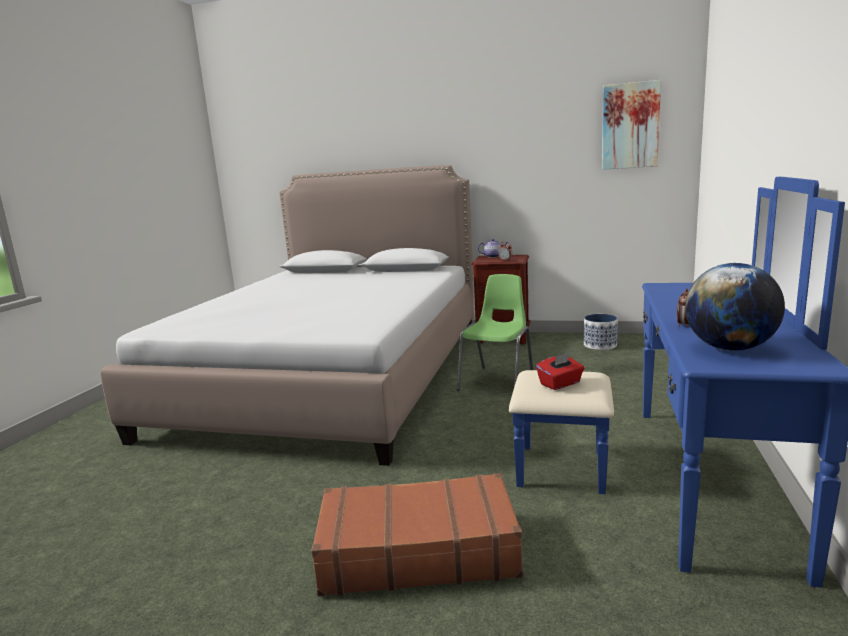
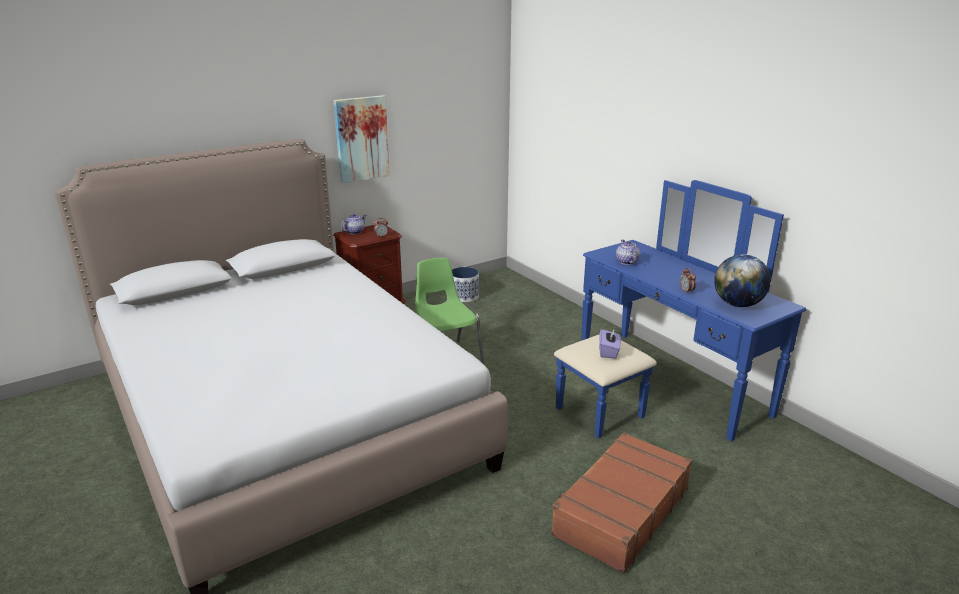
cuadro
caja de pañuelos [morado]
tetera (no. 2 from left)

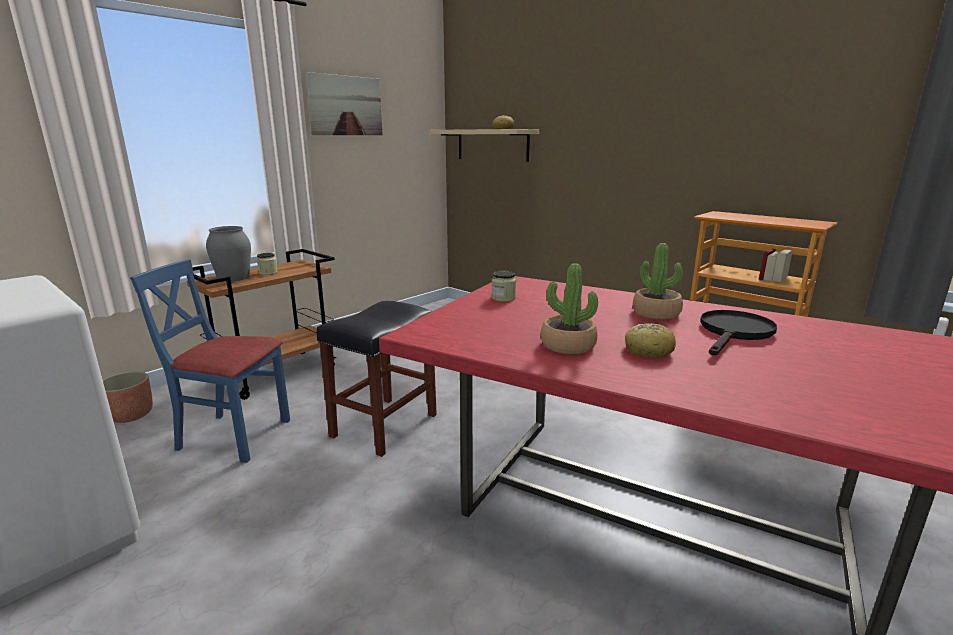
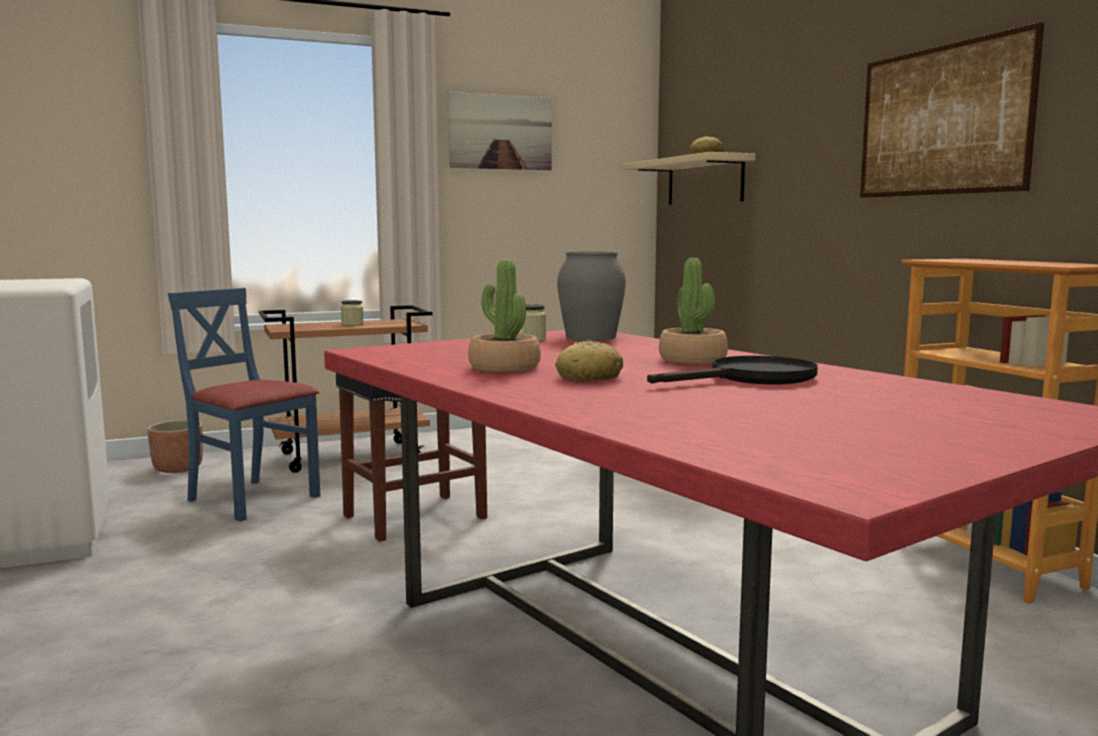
florero [gris]
cuadro (no. 2 from left)

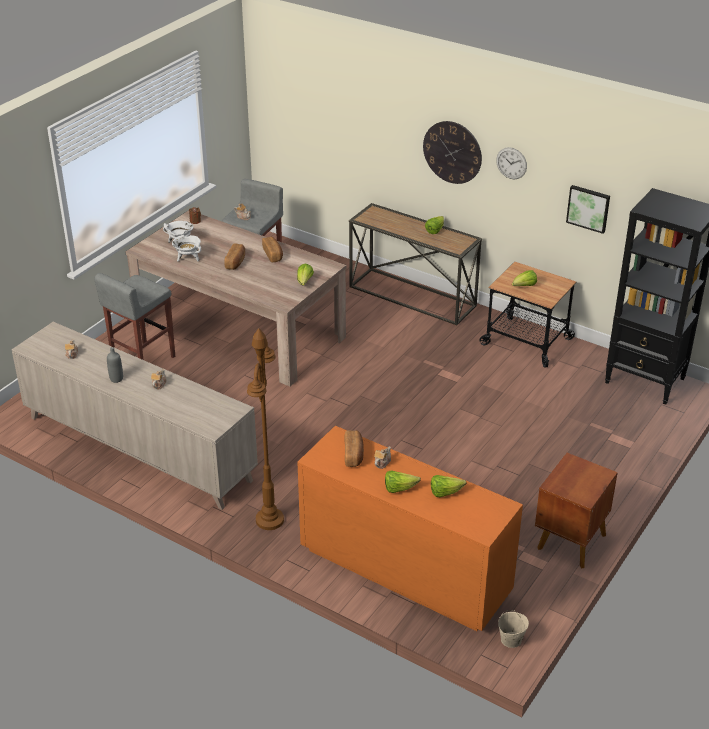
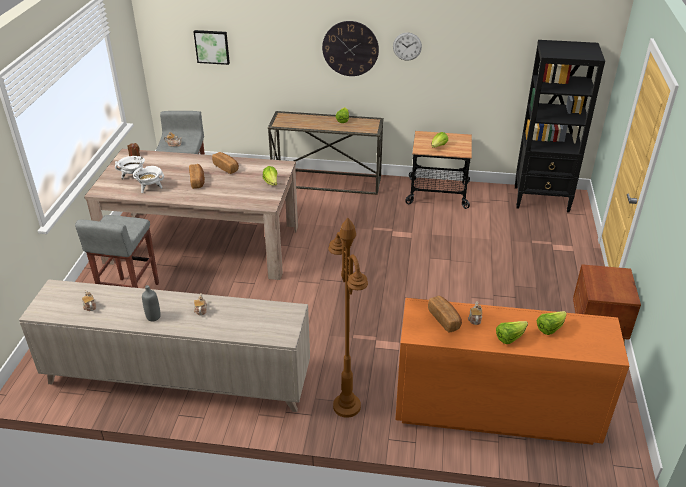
cuadro
cubo [beis]

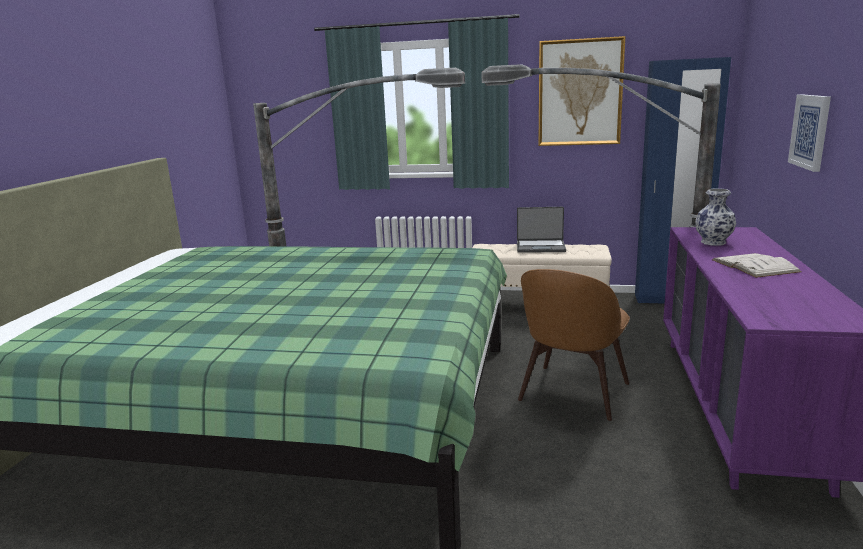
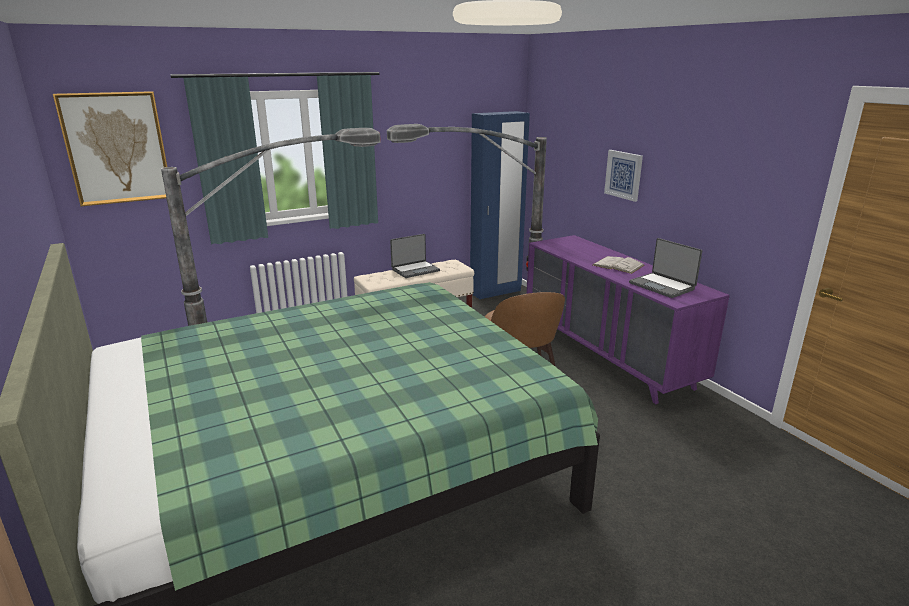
cuadro (no. 1 from left)
portátil (no. 2 from left)
florero

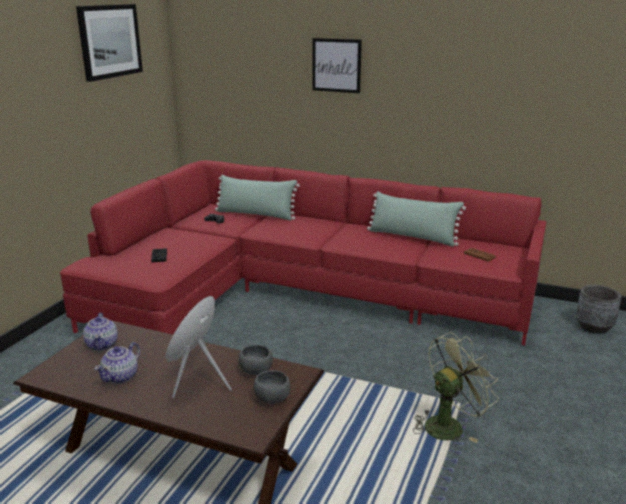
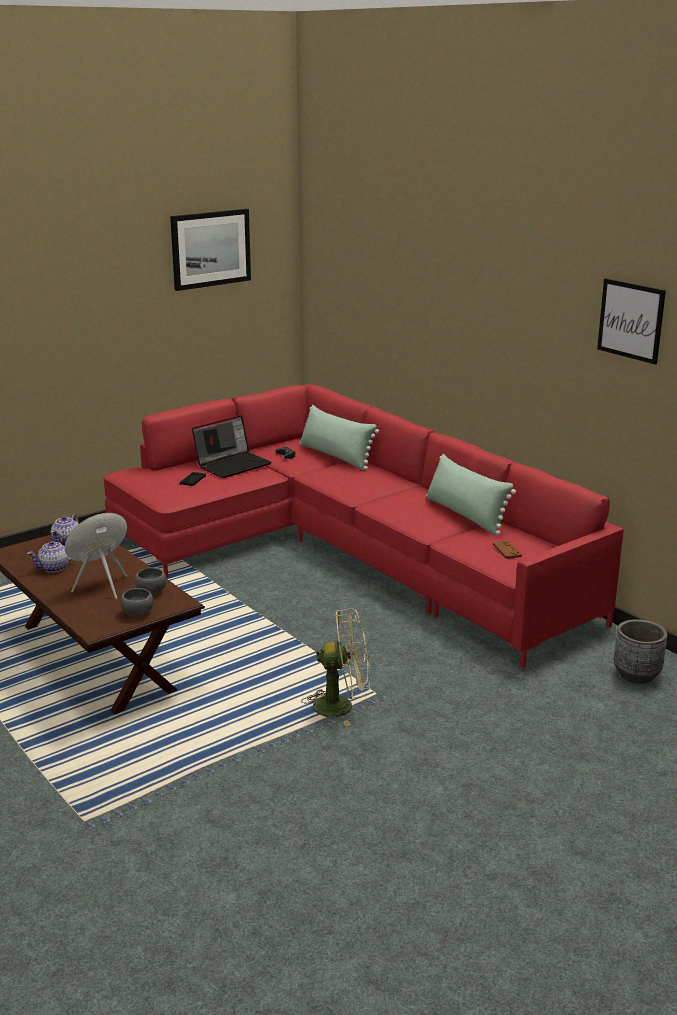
portátil
cuadro (no. 2 from left)

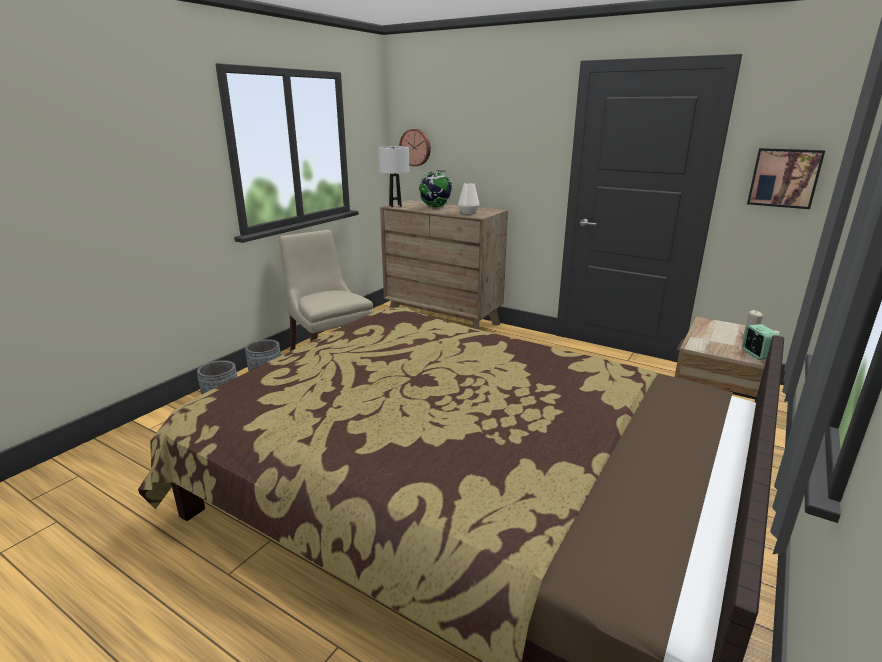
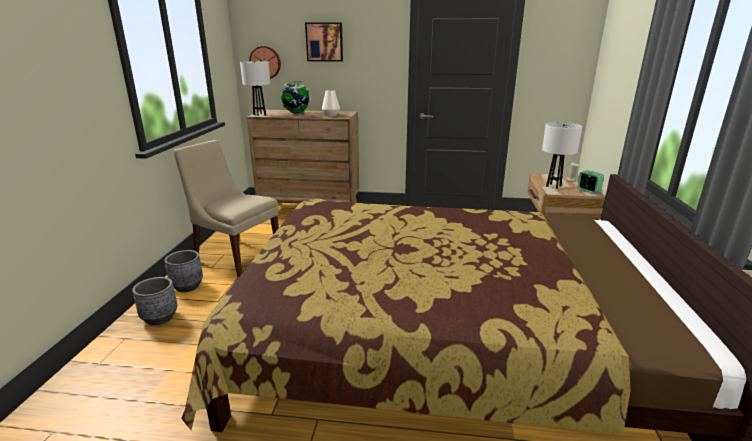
cuadro
lámpara de mesa [blanco] (no. 2 from left)

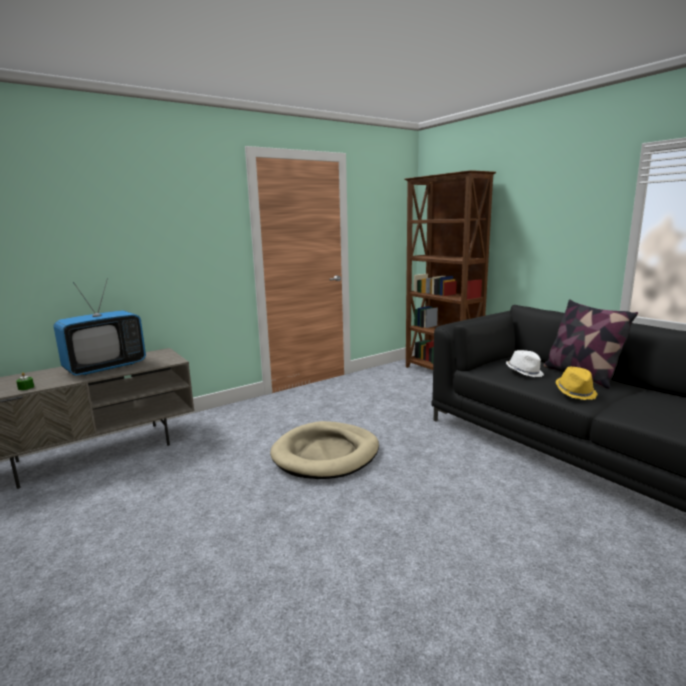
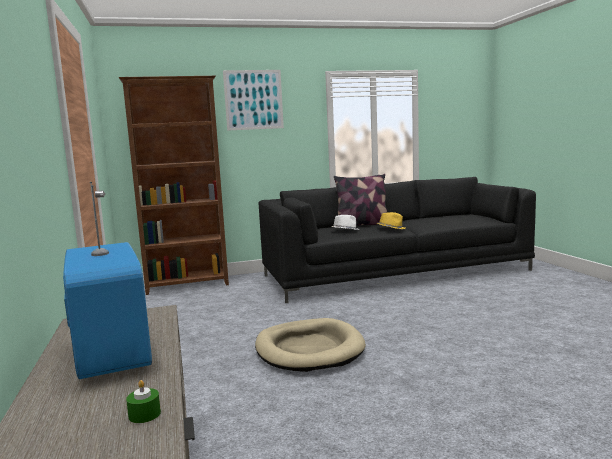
cuadro

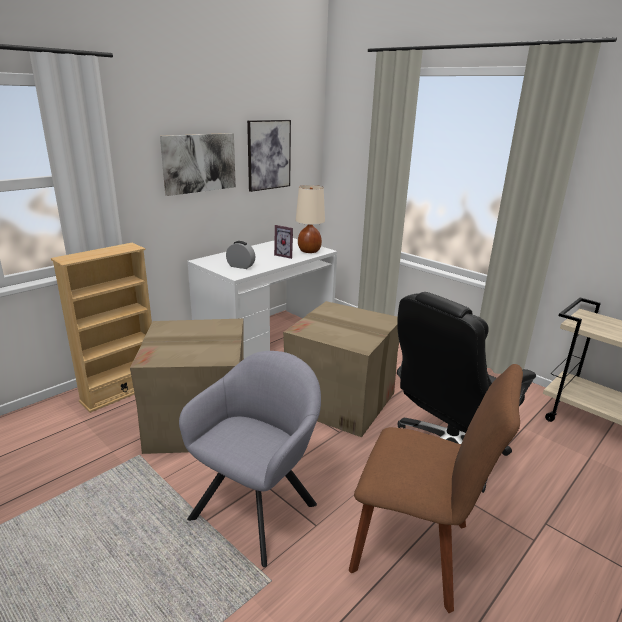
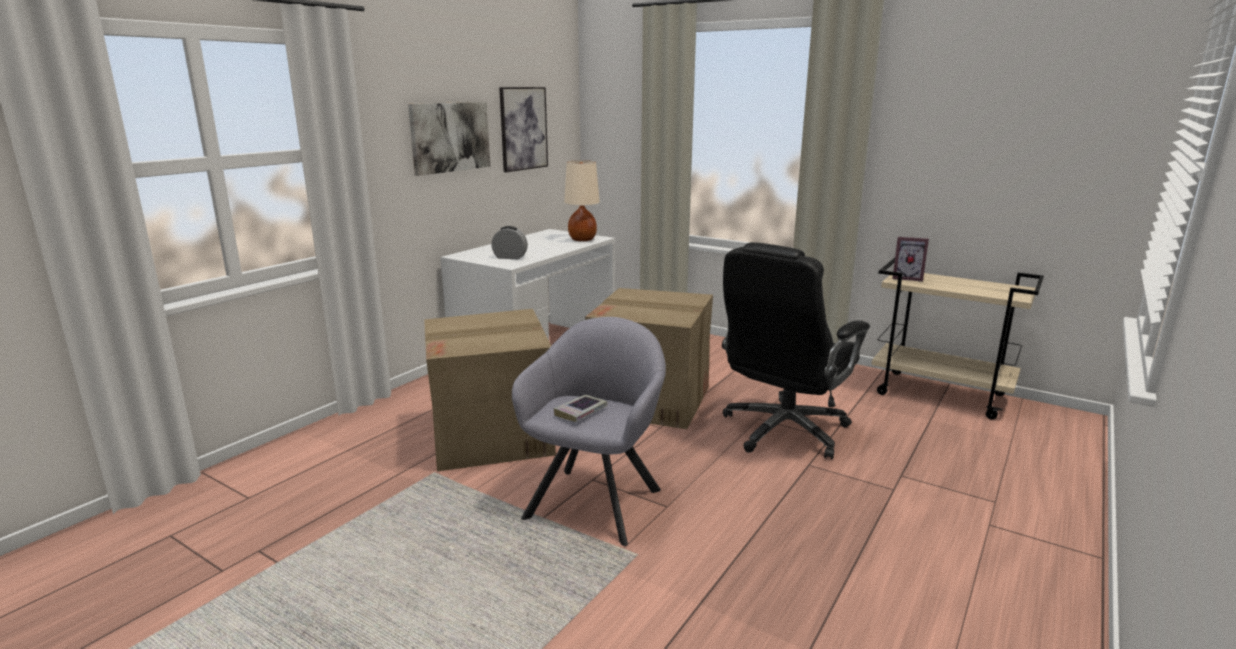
libro
portarretratos
estantería [beis]
silla [marrón]

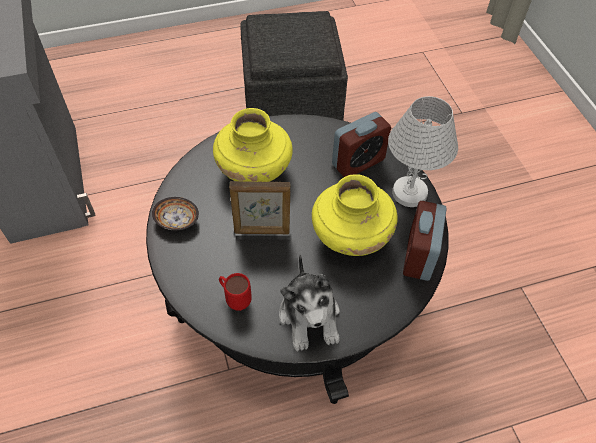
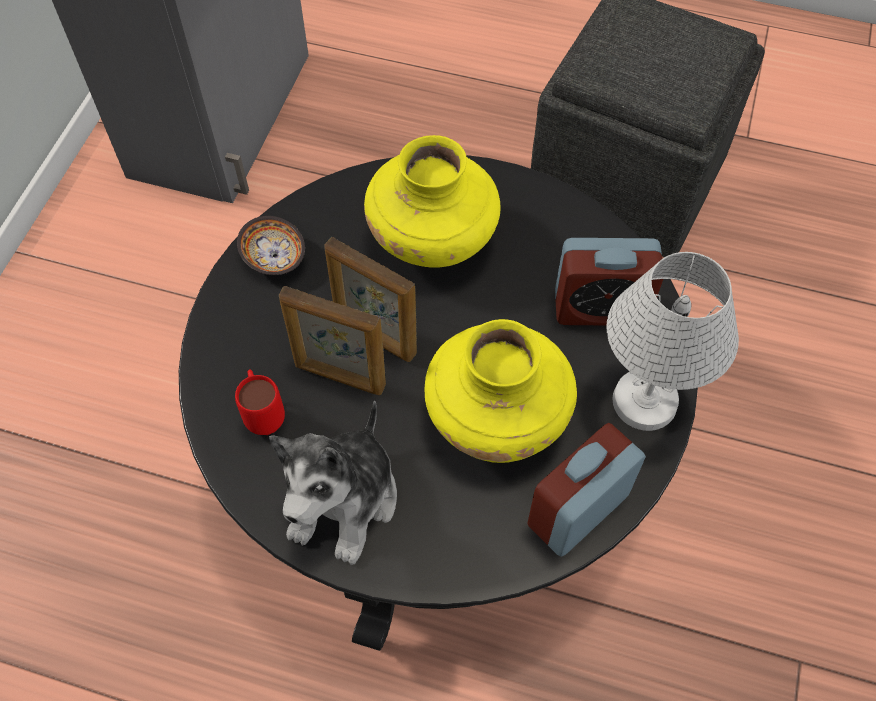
portarretratos (no. 1 from left)

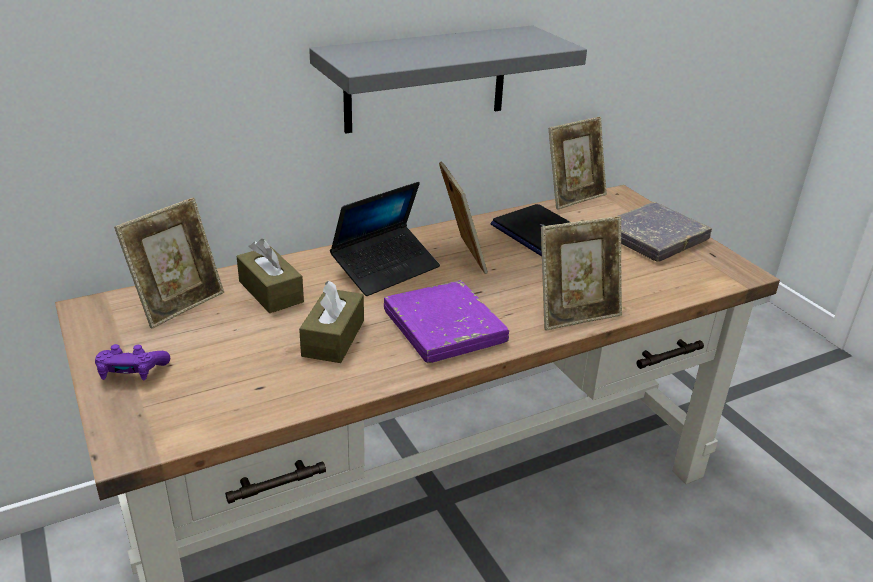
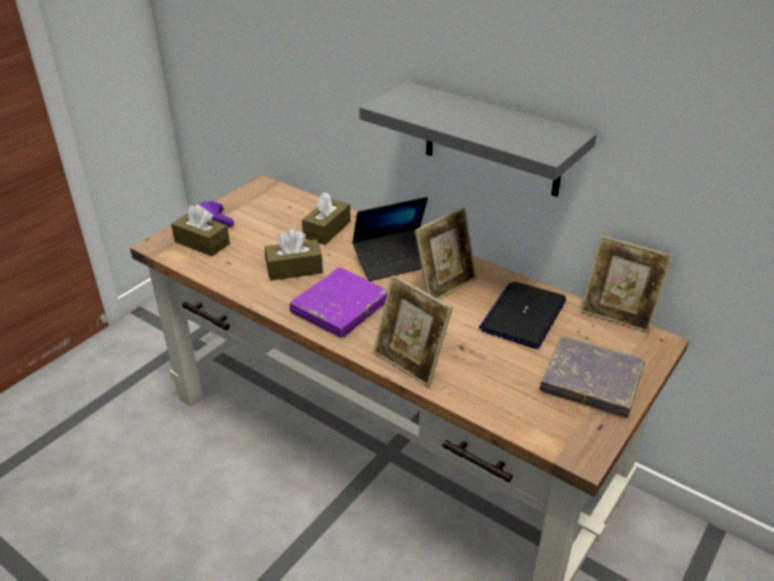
caja de pañuelos [marrón] (no. 1 from left)
portátil (no. 1 from left)
portarretratos (no. 1 from left in the first image)

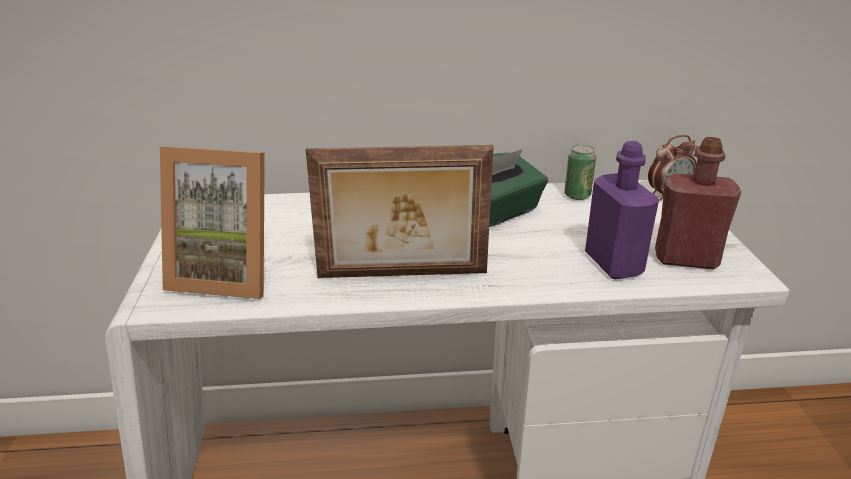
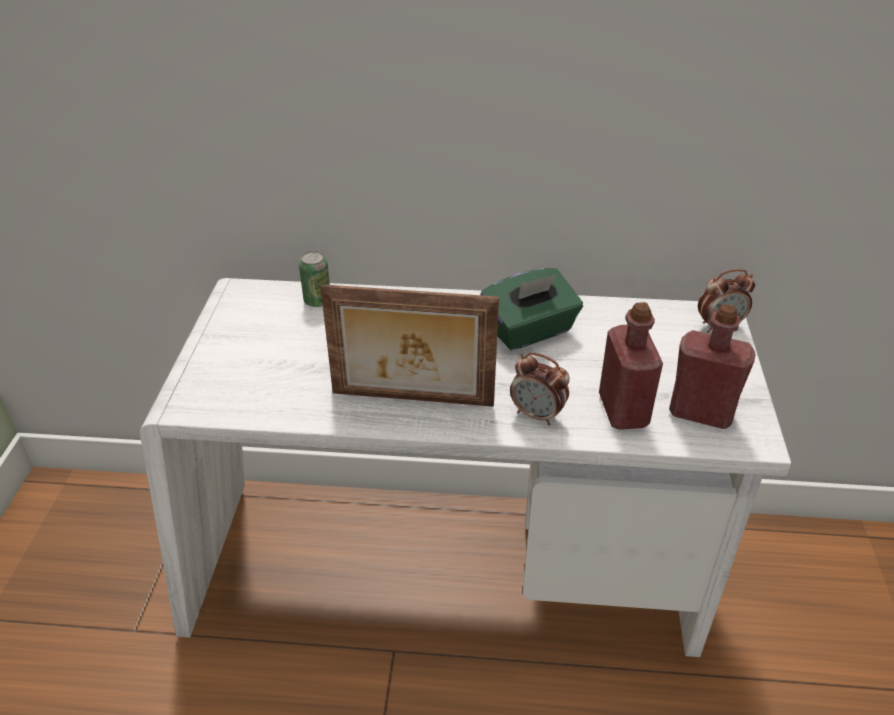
lata
despertador (no. 1 from left)
botella [rojo] (no. 1 from left)
portarretratos (no. 1 from left in the first image)

